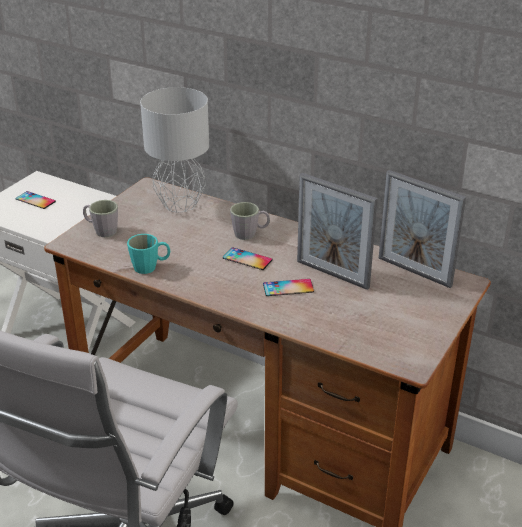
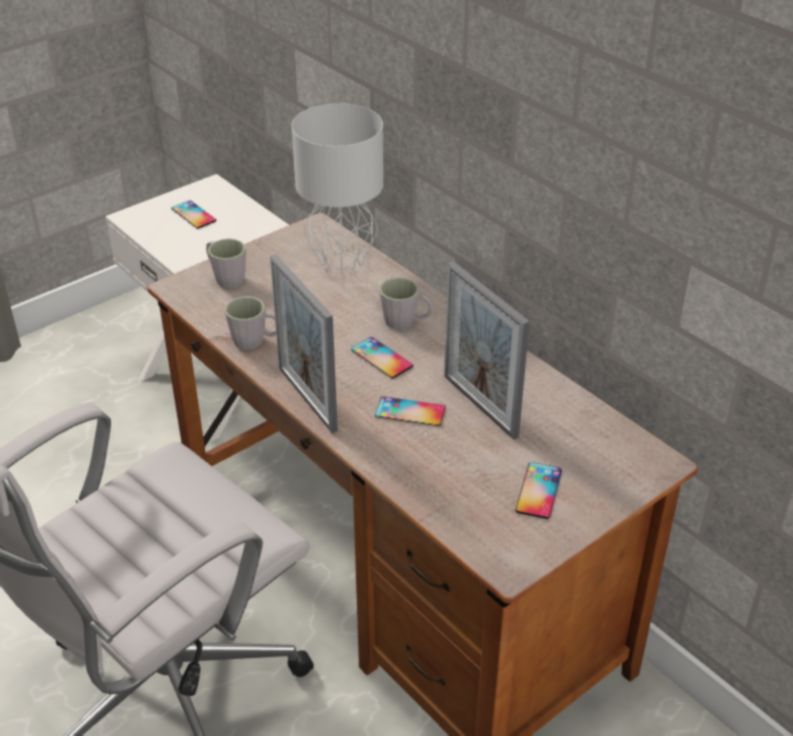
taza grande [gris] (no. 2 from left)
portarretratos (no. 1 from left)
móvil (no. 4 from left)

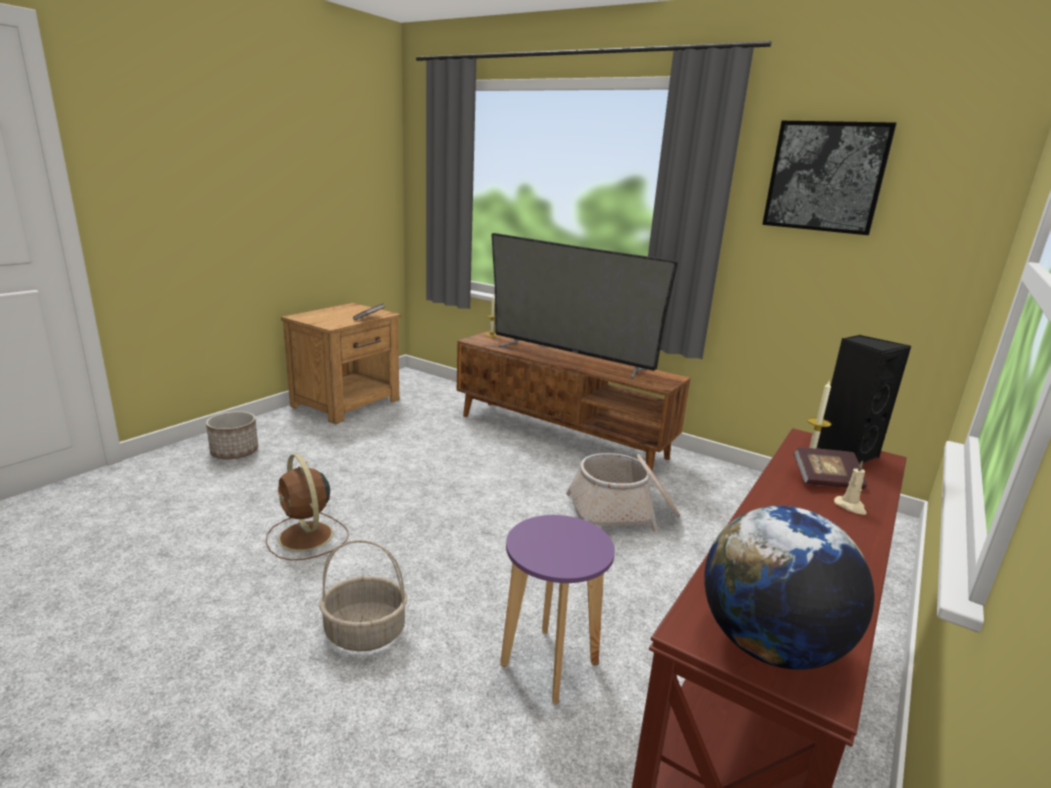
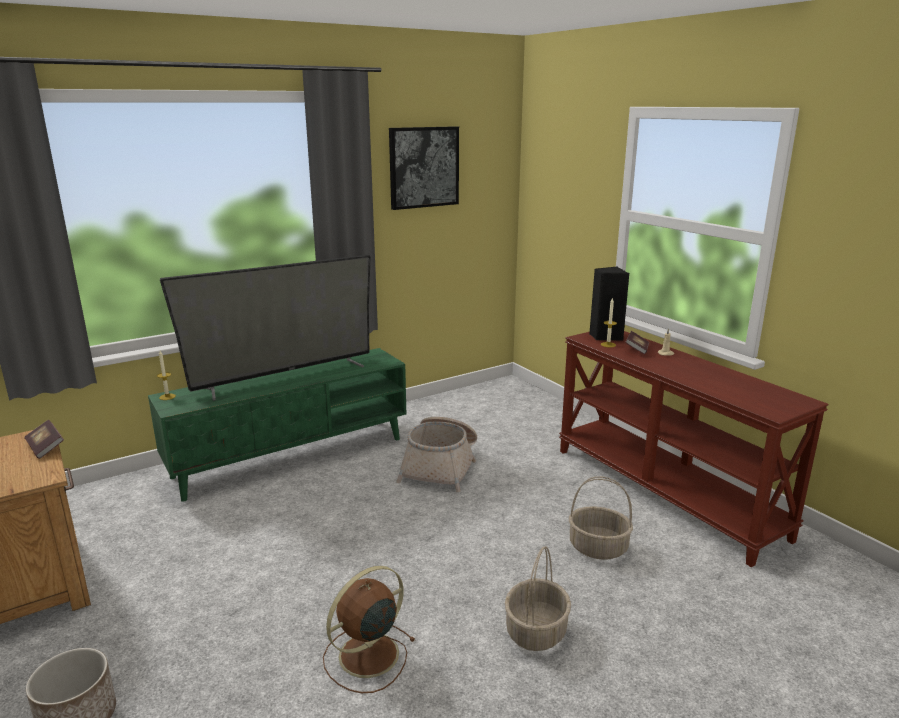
mueble de televisión [verde]
ventilador [marrón]
cesta (no. 3 from left)
globo terráqueo

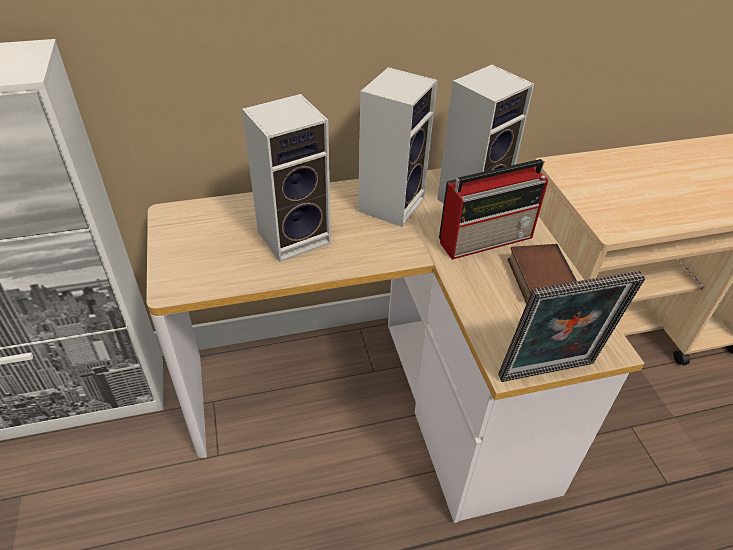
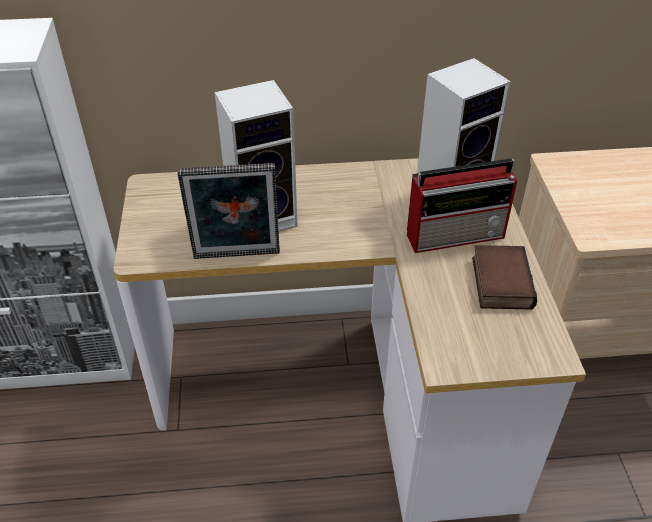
portarretratos
altavoz (no. 2 from left in the first image)

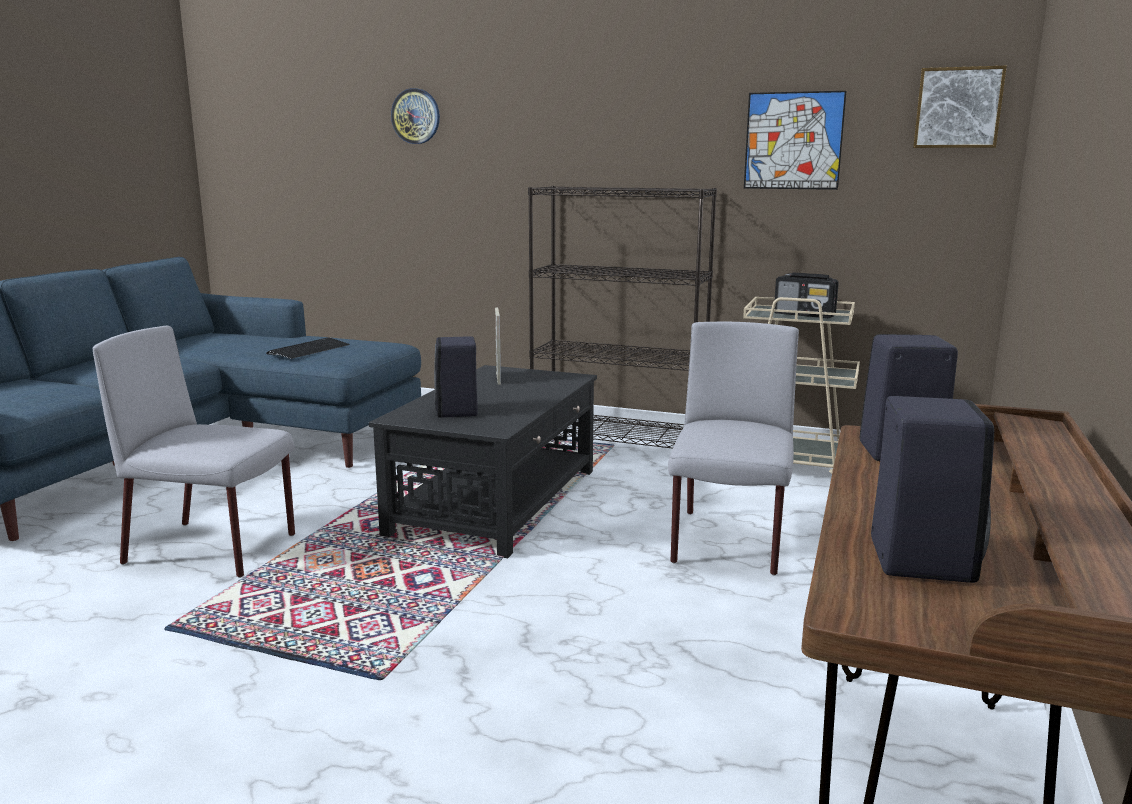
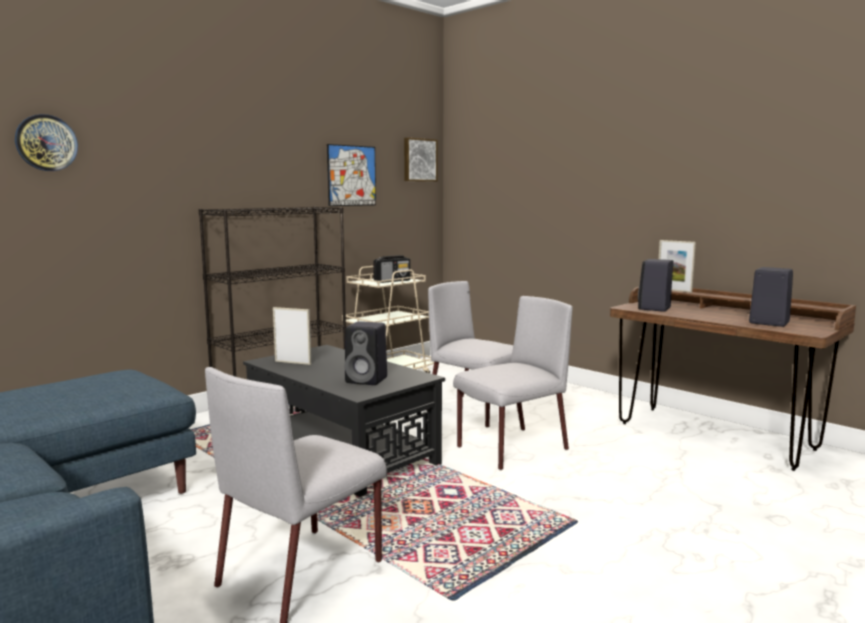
silla [gris] (no. 3 from left)
portarretratos (no. 2 from left)
teclado

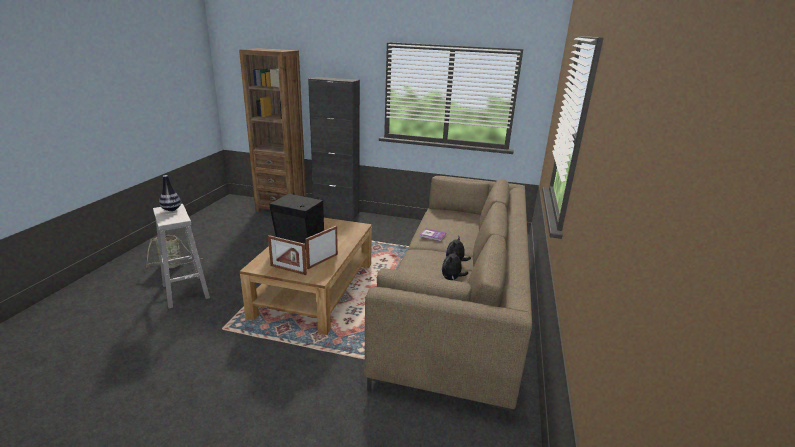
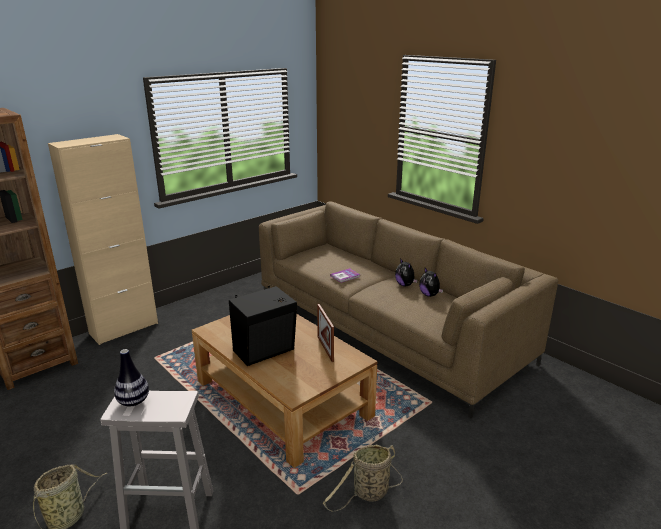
armario [beis]
cesta (no. 2 from left)
portarretratos (no. 1 from left in the first image)

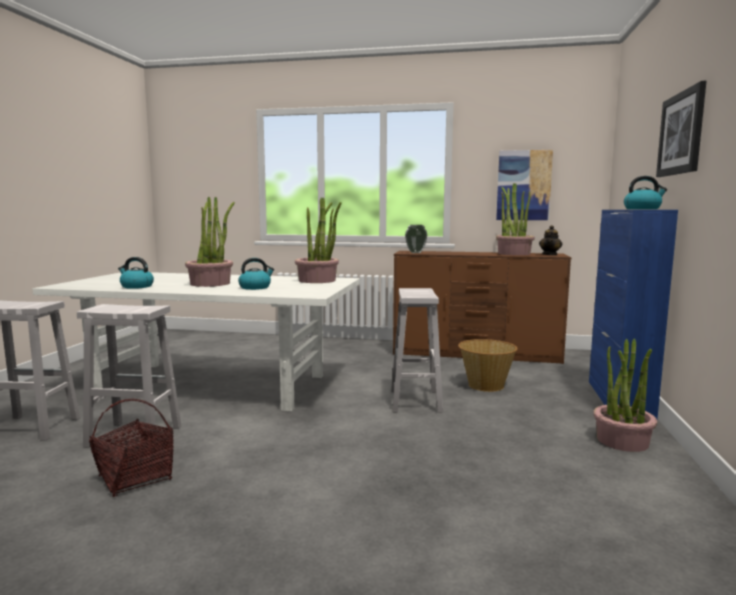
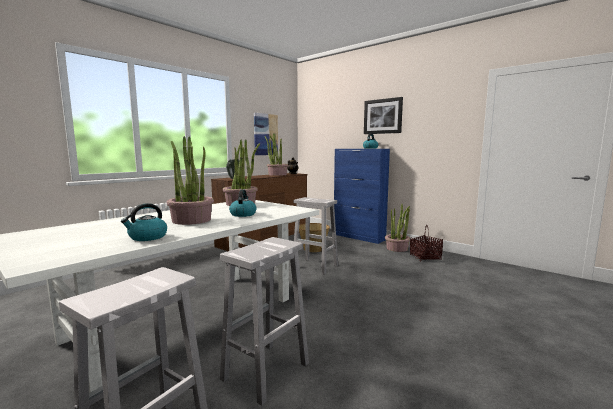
cesta (no. 2 from left)

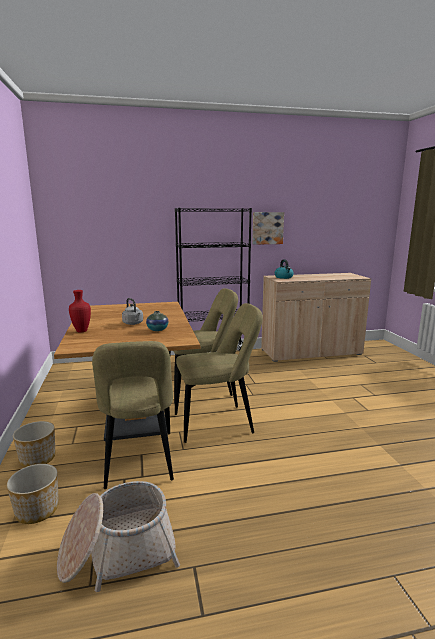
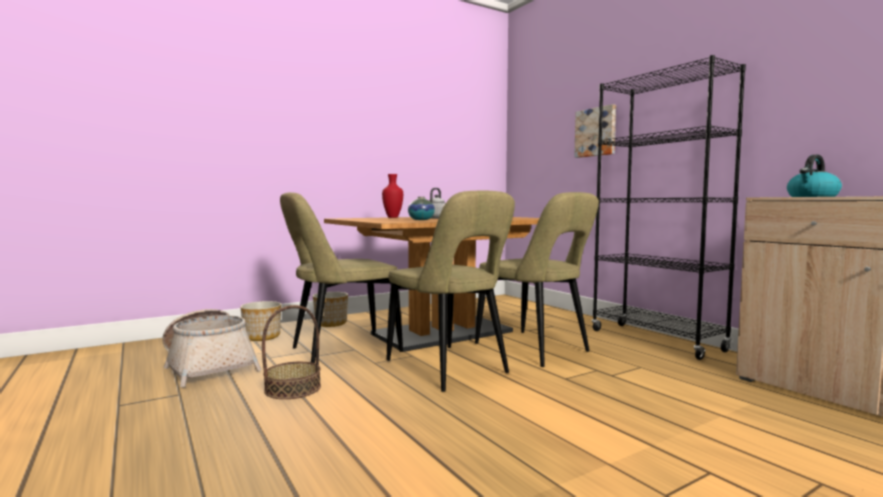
cesta (no. 2 from left)
cuadro

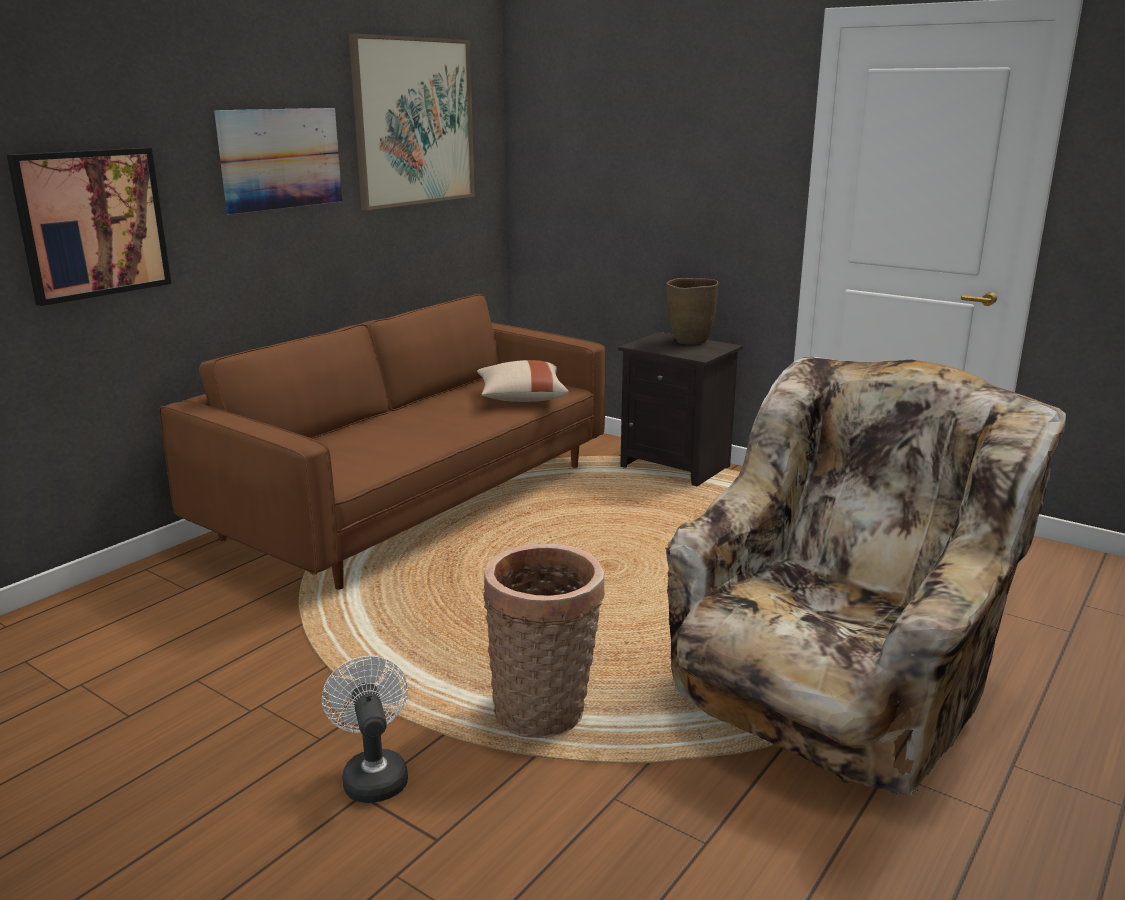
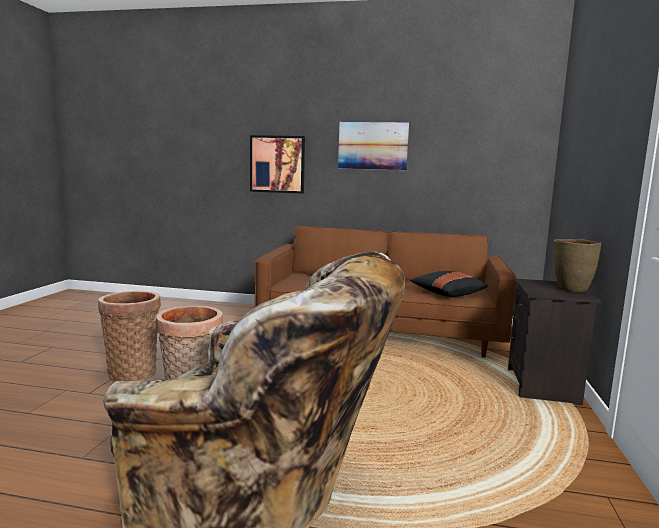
cesta (no. 1 from left)
cojín [negro]
cuadro (no. 3 from left in the first image)

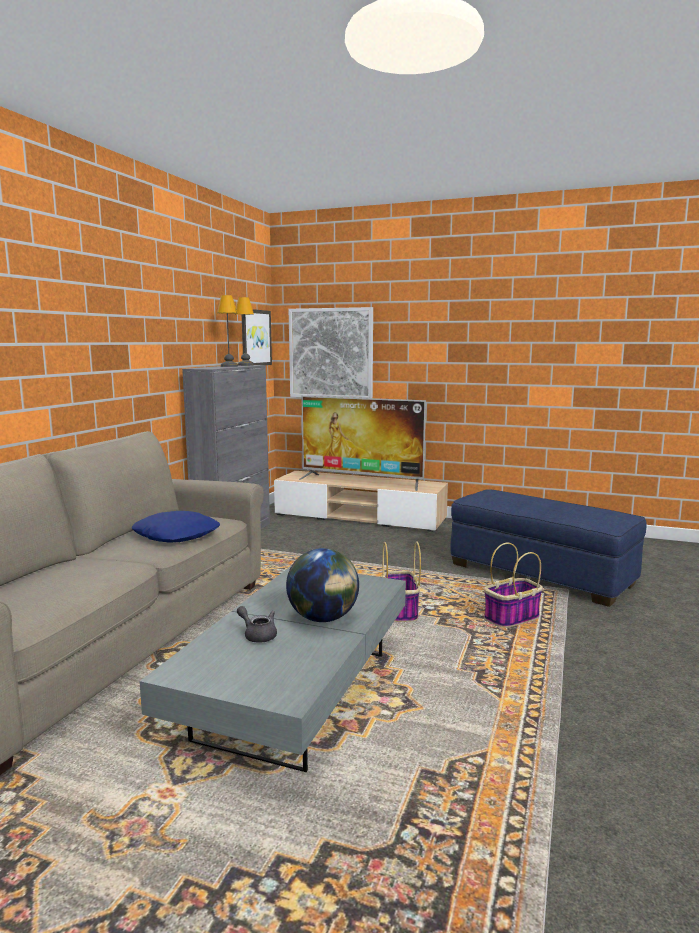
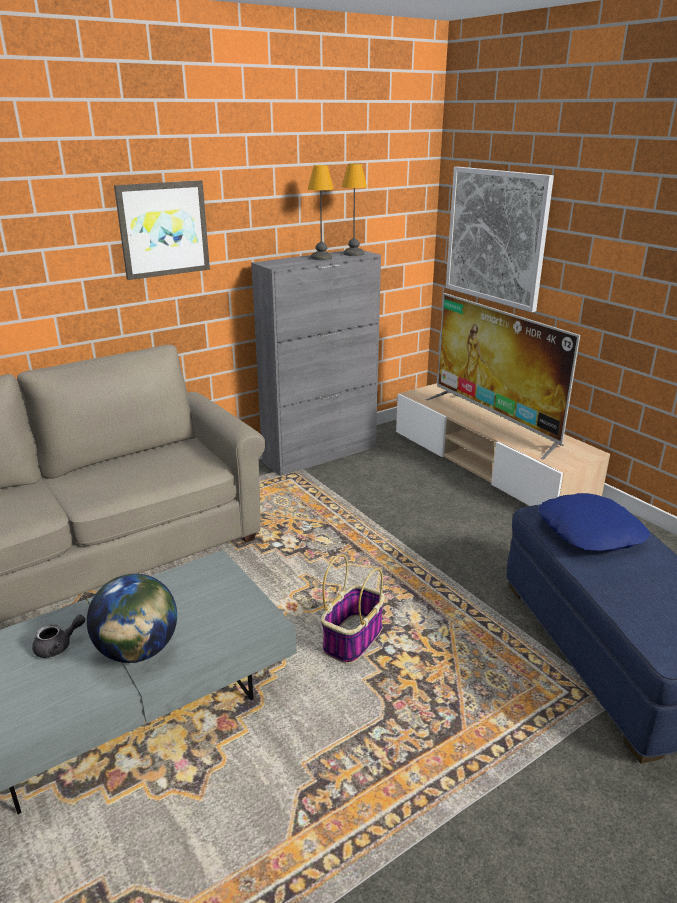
tetera [gris]
cuadro (no. 1 from left)
cojín [azul]
cesta (no. 2 from left in the first image)

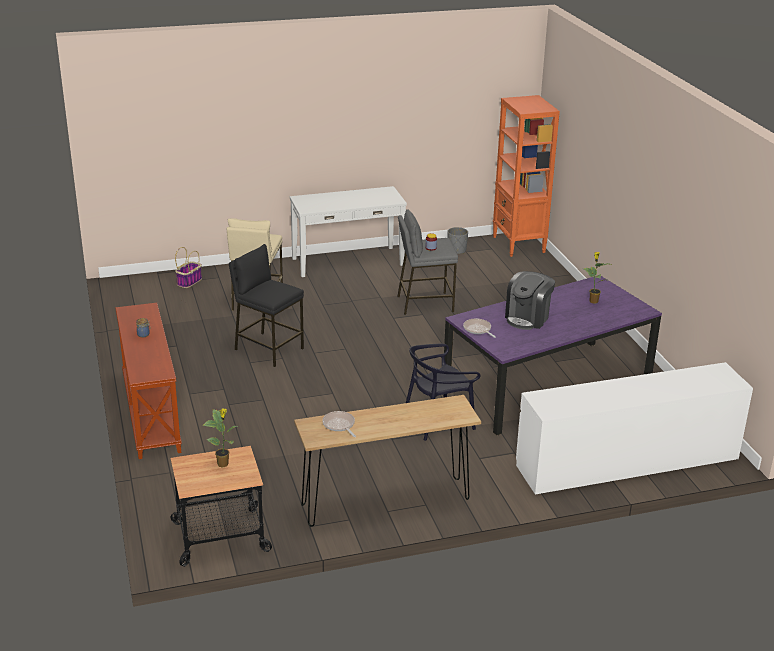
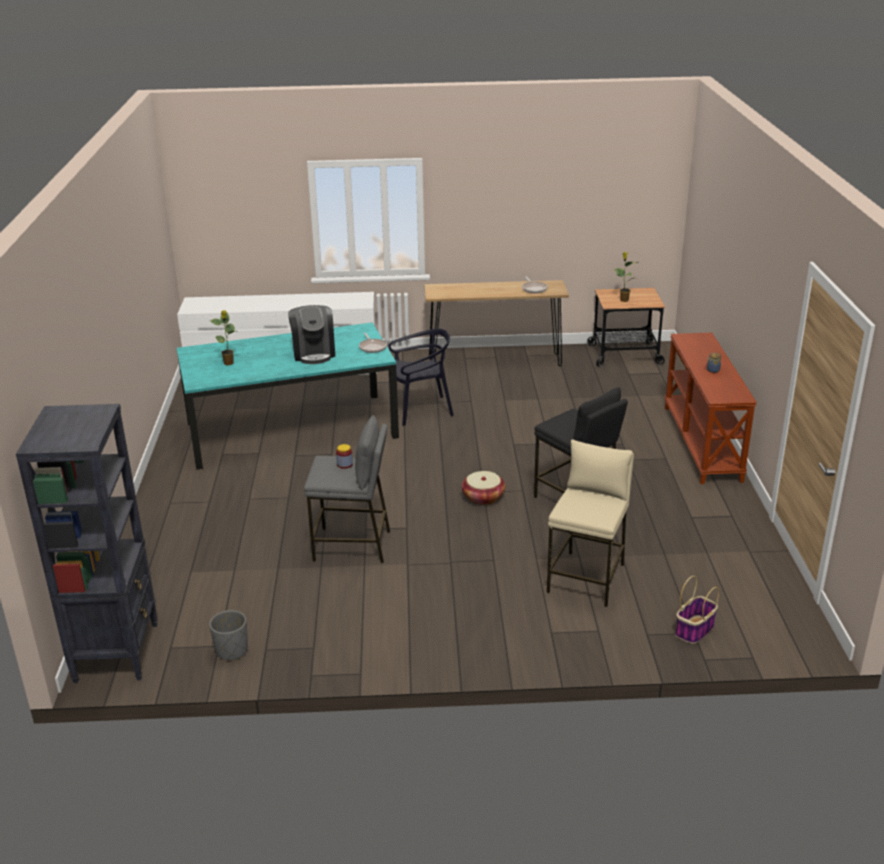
estantería [negro]
mesa de comedor [turquesa]
cafetera
cesta (no. 1 from left)
mesa consola [blanco]

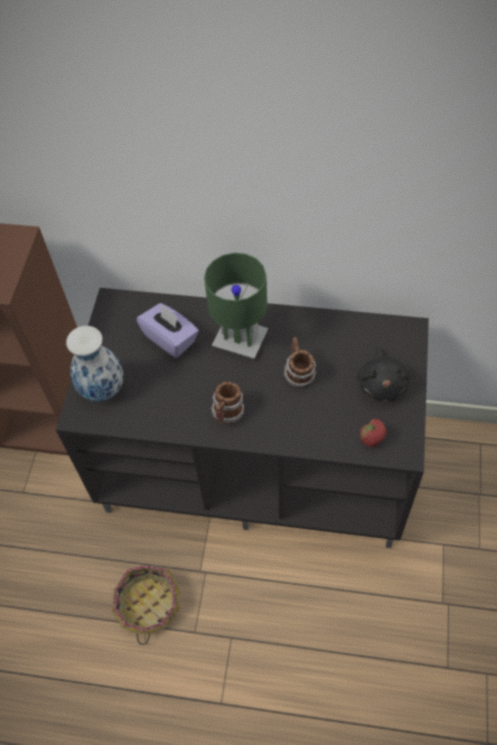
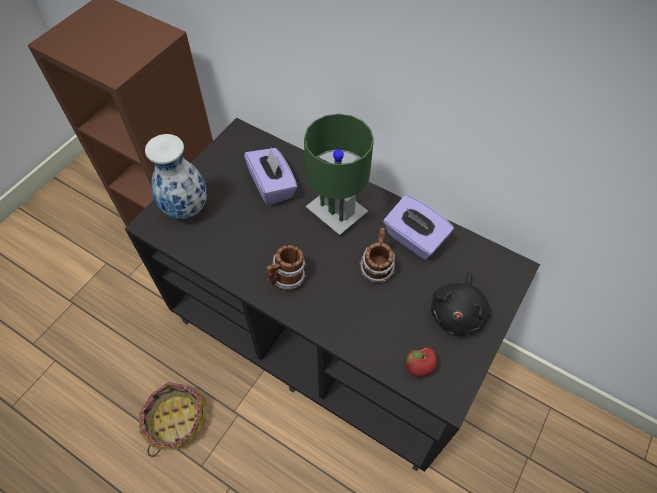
caja de pañuelos [morado] (no. 2 from left)

